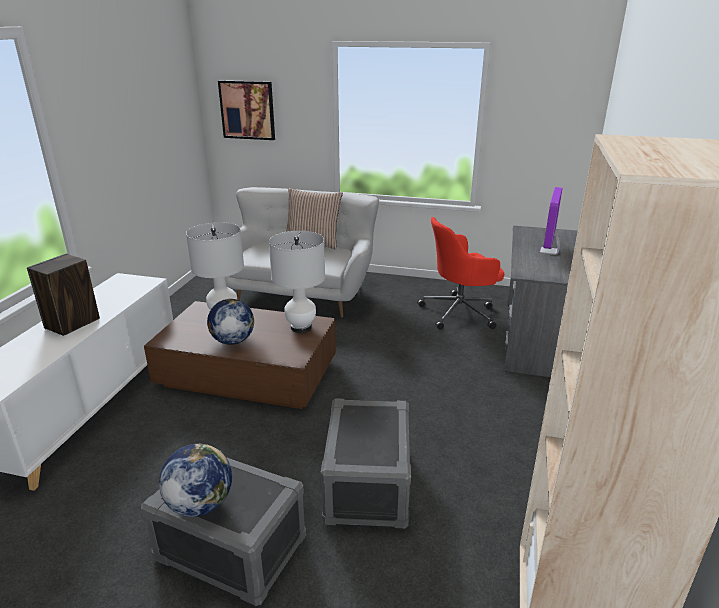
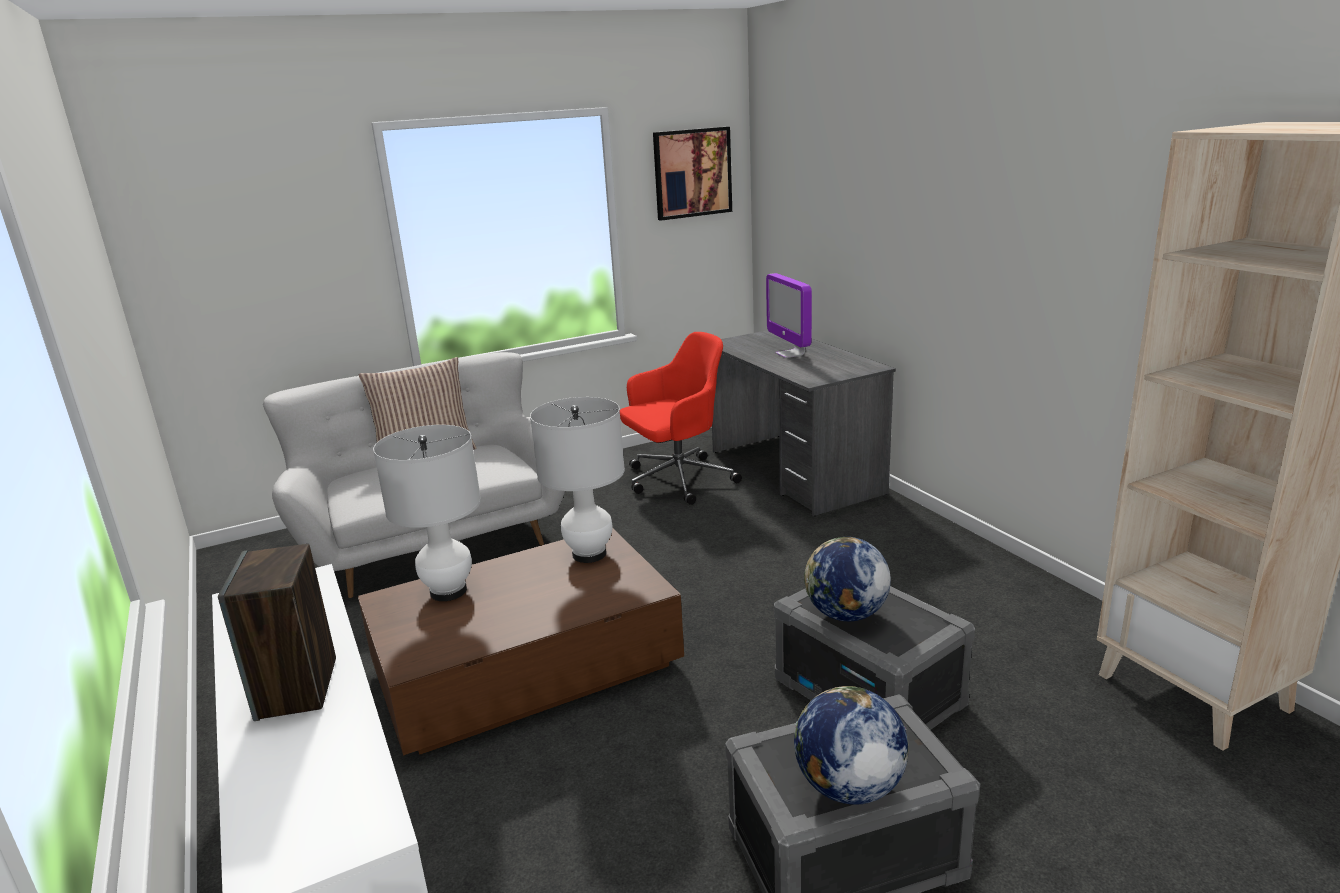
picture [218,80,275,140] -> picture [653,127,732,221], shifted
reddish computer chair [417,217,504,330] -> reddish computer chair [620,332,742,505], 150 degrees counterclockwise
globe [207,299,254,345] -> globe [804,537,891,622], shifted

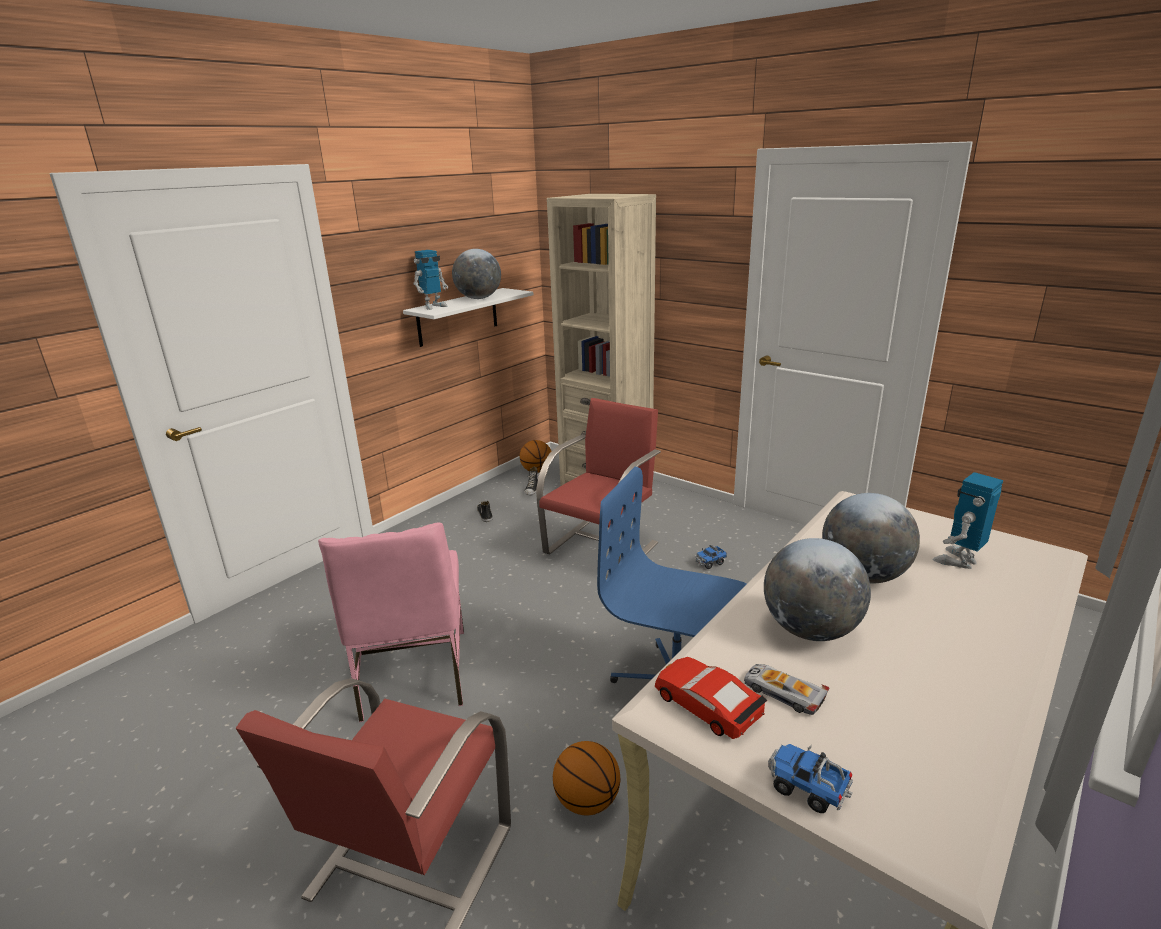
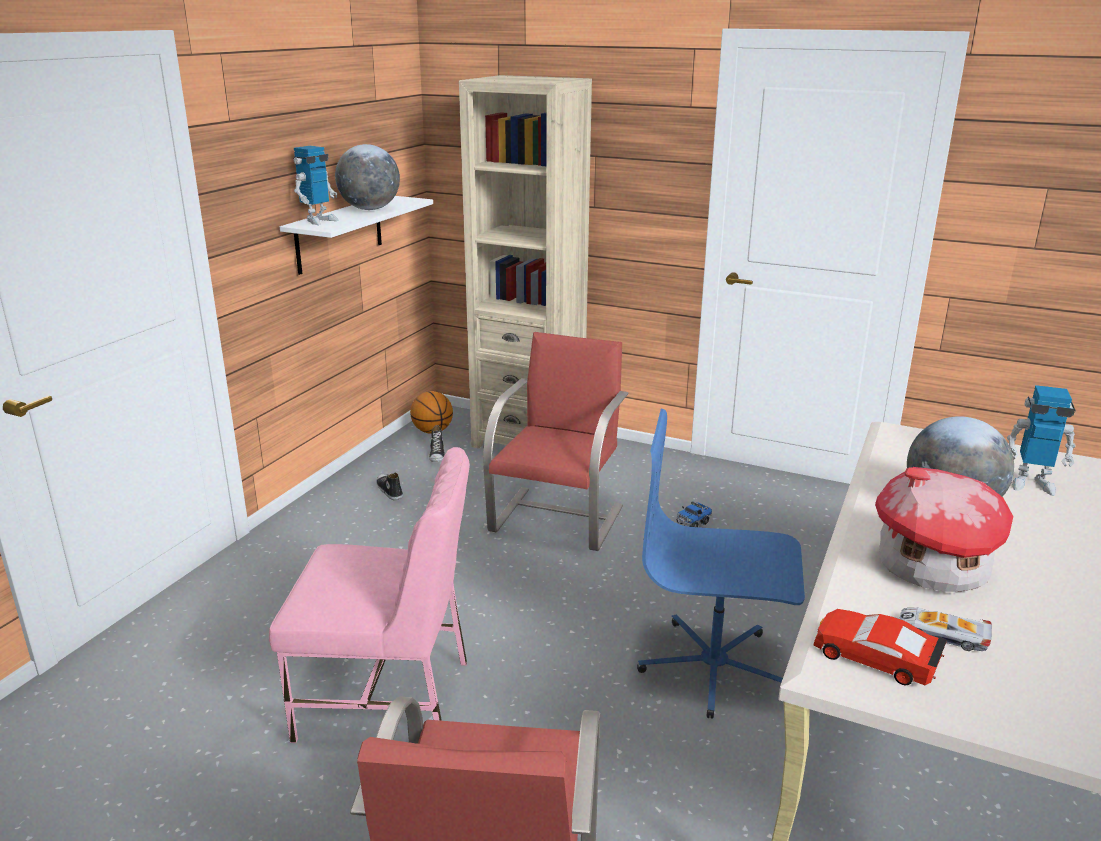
toy robot [933,472,1003,569] -> toy robot [1007,385,1075,496], 105 degrees counterclockwise
pink-coloured upright chair [318,522,464,722] -> pink-coloured upright chair [269,447,469,743], 60 degrees counterclockwise
globe [764,538,871,641] -> miniature house [875,467,1014,592]
basketball [553,741,620,815] -> none
toy truck [768,744,853,813] -> none

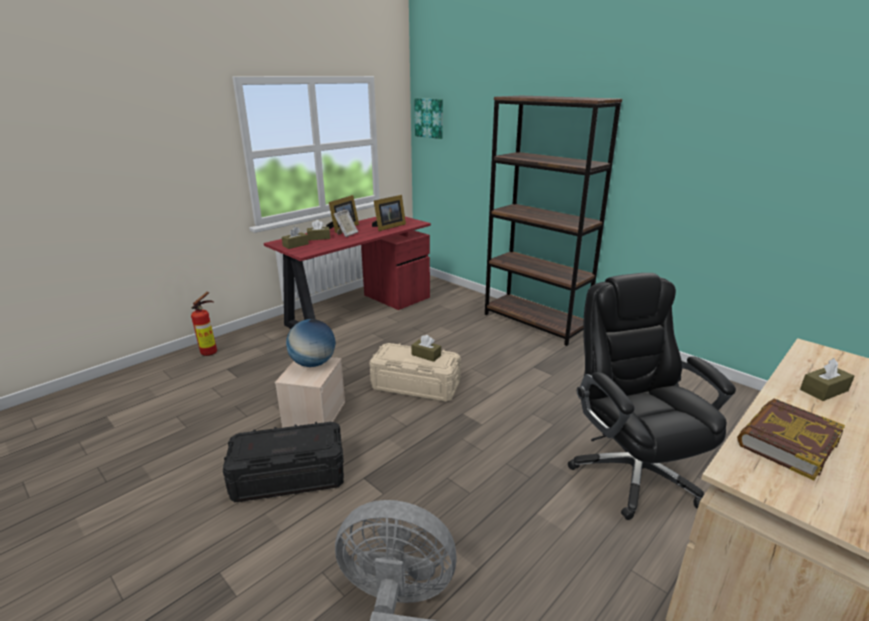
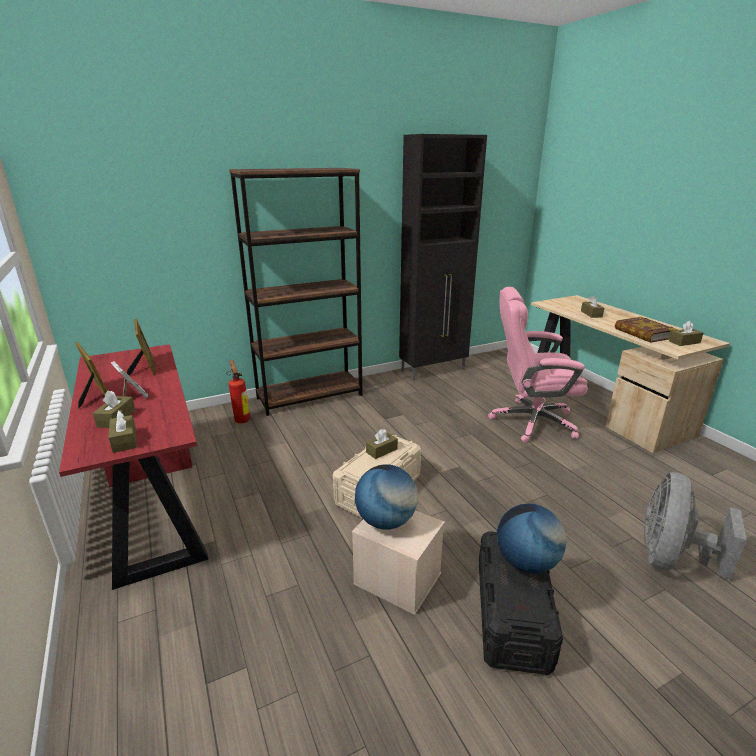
picture [414,98,443,139] -> none
blackish computer chair [568,273,736,520] -> pink-coloured computer chair [488,287,588,443]
fire-fighting cylinder [191,292,217,356] -> fire-fighting cylinder [226,360,250,423], shifted
none -> blackish storage cabinet [399,134,487,380]
none -> brown-coloured tissue holder [669,321,703,346]
none -> globe [497,503,567,574]

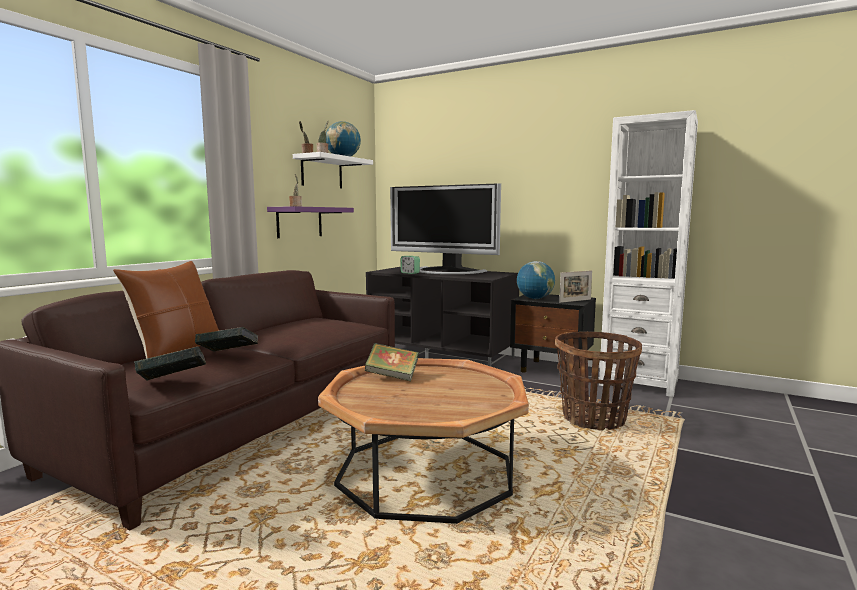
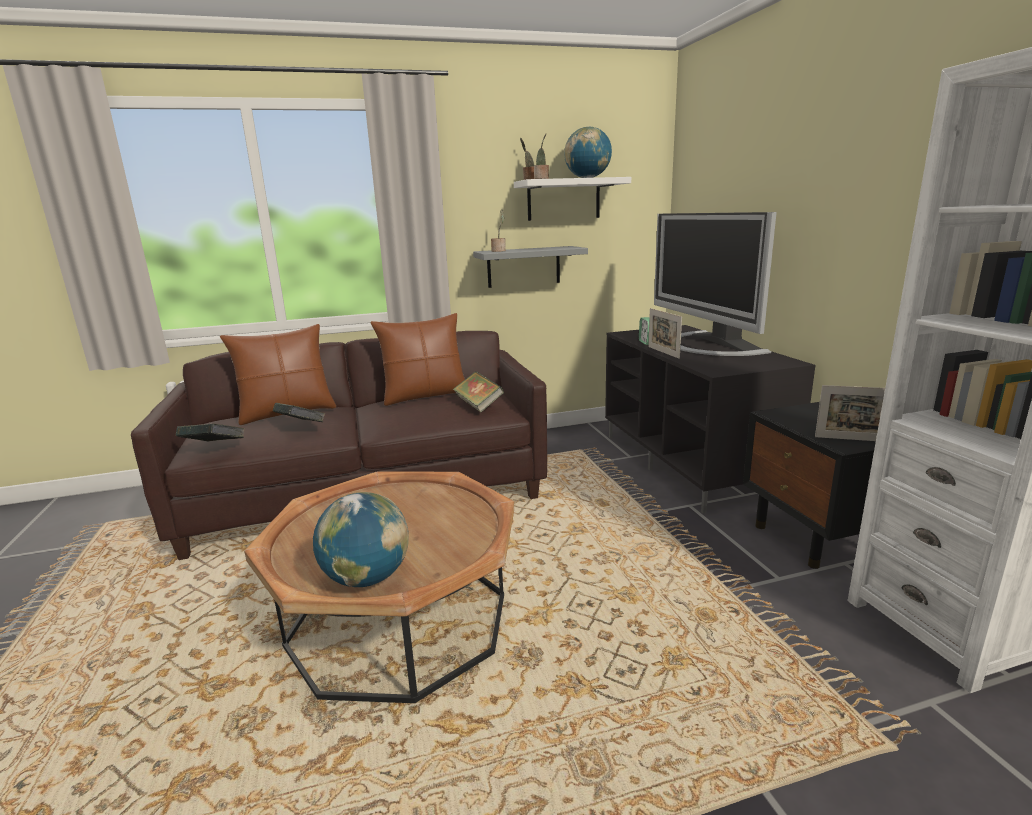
purple-coloured shelf [267,206,354,238] -> grey shelf [473,246,588,288]
globe [517,261,555,299] -> globe [313,492,409,587], shifted
basket [555,332,642,431] -> none
volume [365,343,419,381] -> volume [453,371,504,412], shifted
none -> standing frame [648,308,682,359]
none -> brown-coloured cushion [370,313,465,406]

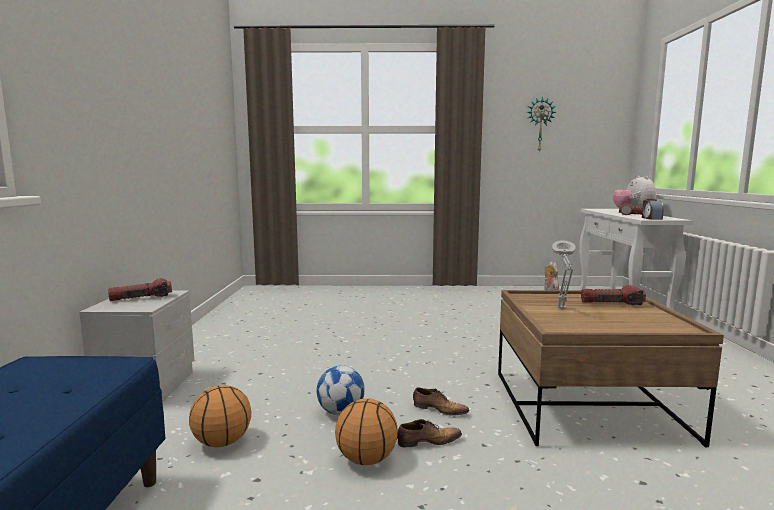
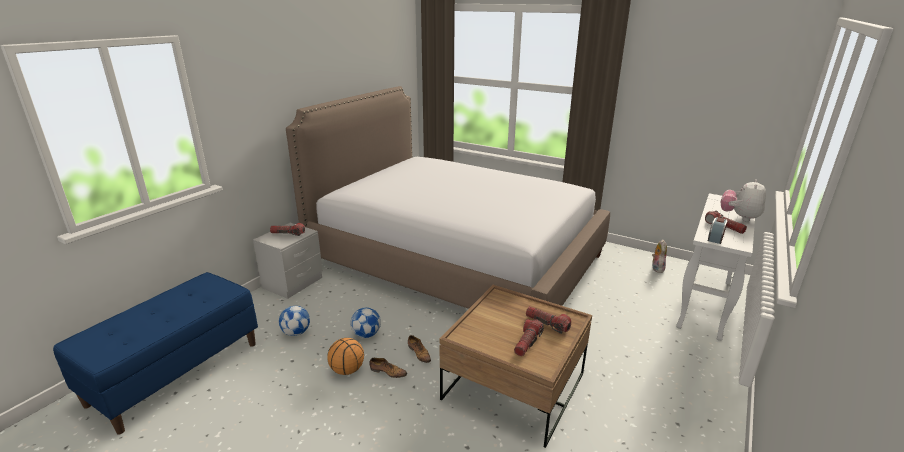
hanging clock [527,96,556,153] -> none
grey lamp for a table [551,240,576,309] -> none
basketball [189,385,251,447] -> football [279,306,310,336]
none -> bed [286,86,610,309]
none -> flashlight [514,319,544,356]

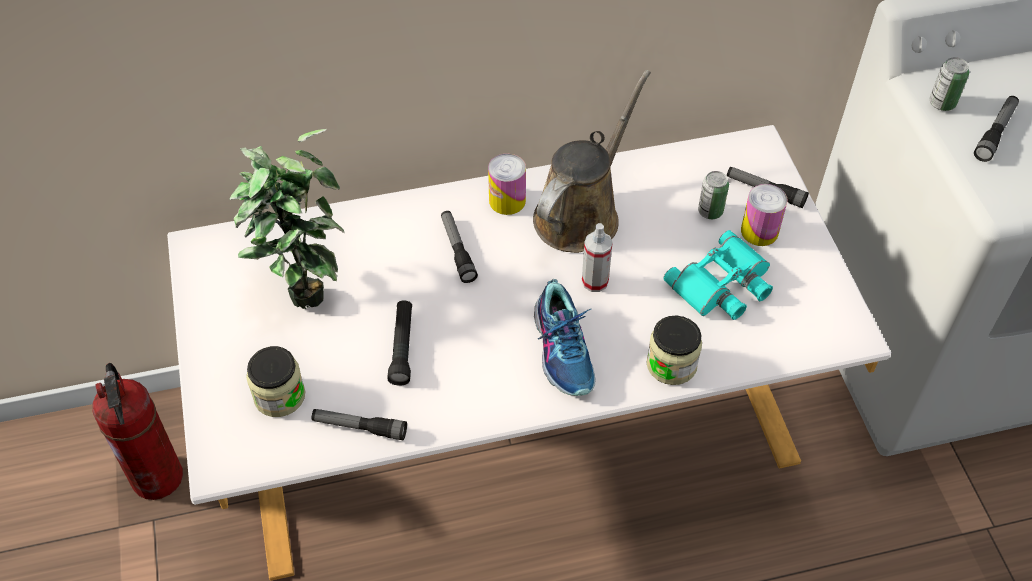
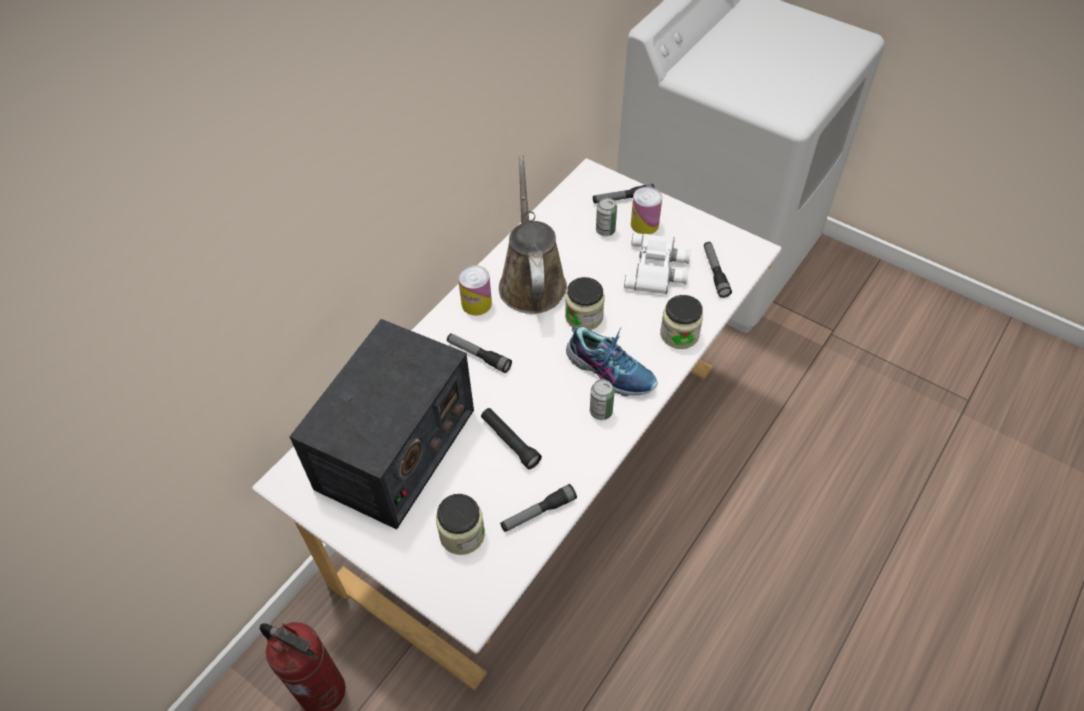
can [930,57,969,111] -> can [590,379,615,420], shifted
flashlight [974,96,1019,162] -> flashlight [704,242,732,298], shifted
potted plant [229,129,344,309] -> radio [289,319,474,530]
sprayer [582,223,613,292] -> jar [565,277,605,330]
blue-green pair of binoculars [663,230,773,320] -> whitish pair of binoculars [624,233,691,294]

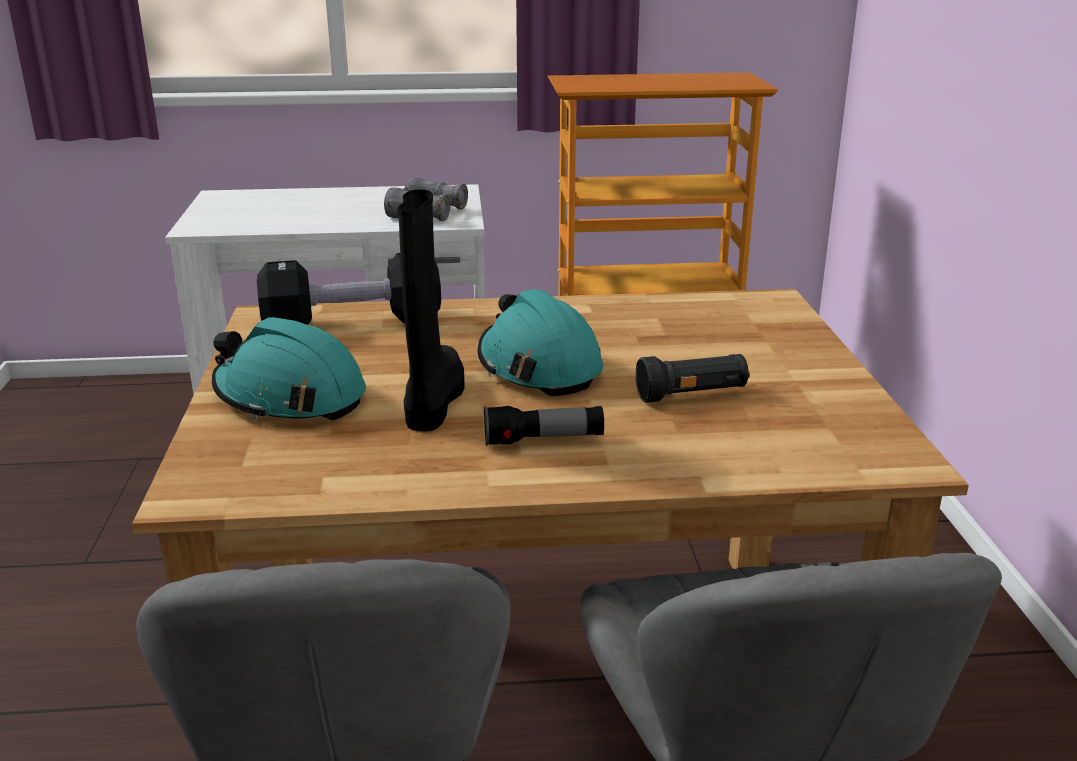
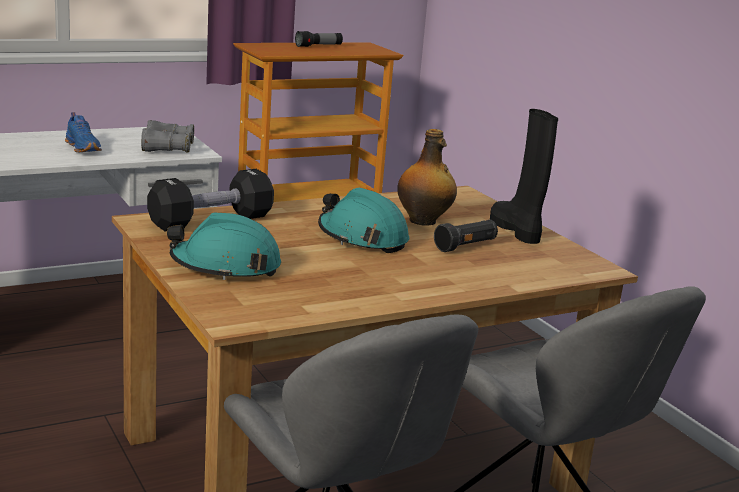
blackish tall boot [398,190,465,431] -> blackish tall boot [490,109,558,244], shifted
flashlight [484,406,604,446] -> flashlight [295,31,343,47], shifted
none -> blue-coloured shoe [65,112,102,152]
none -> bottle [397,129,457,226]

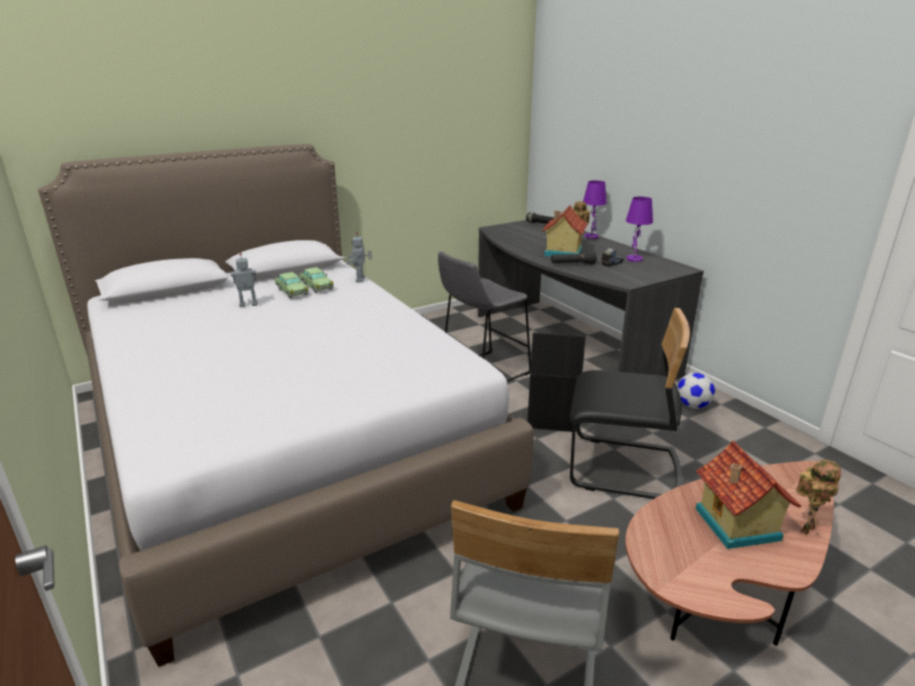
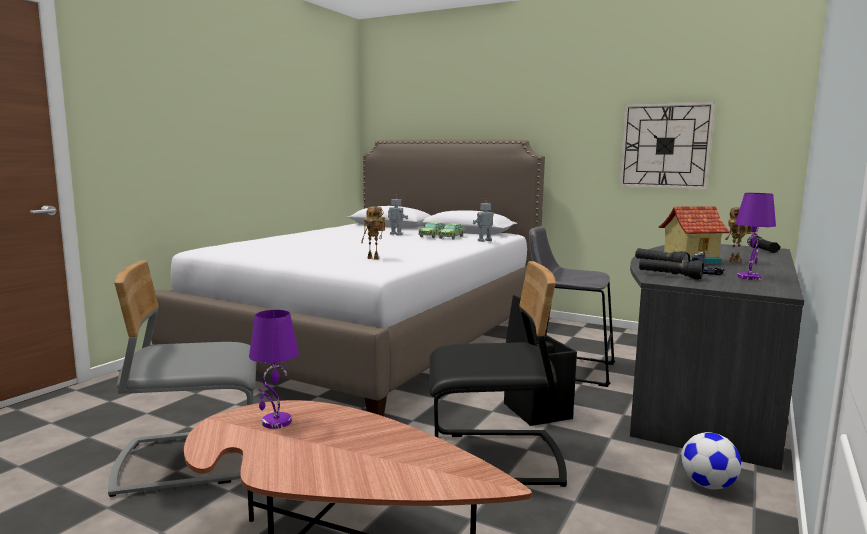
purple-coloured lamp for a table [583,180,607,239] -> purple-coloured lamp for a table [249,310,299,429], shifted
blackish upright chair [570,308,690,499] -> blackish upright chair [429,261,567,487], 75 degrees counterclockwise
miniature house [695,441,801,549] -> none
toy robot [796,459,841,535] -> toy robot [361,207,385,260], shifted
none -> hanging clock [619,102,715,190]
none -> blackish flashlight [639,258,704,280]

